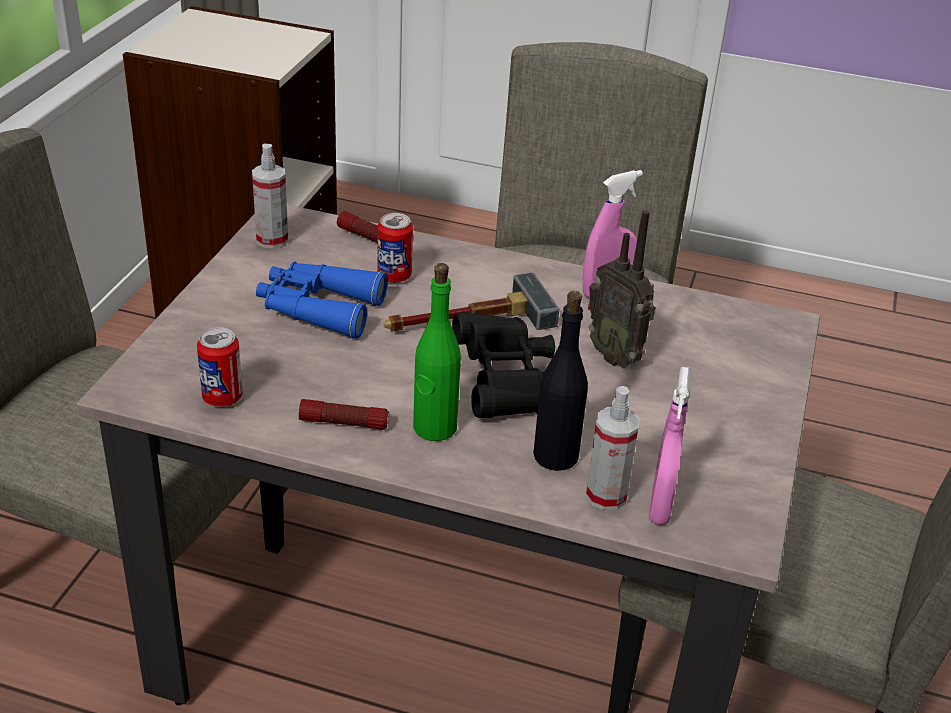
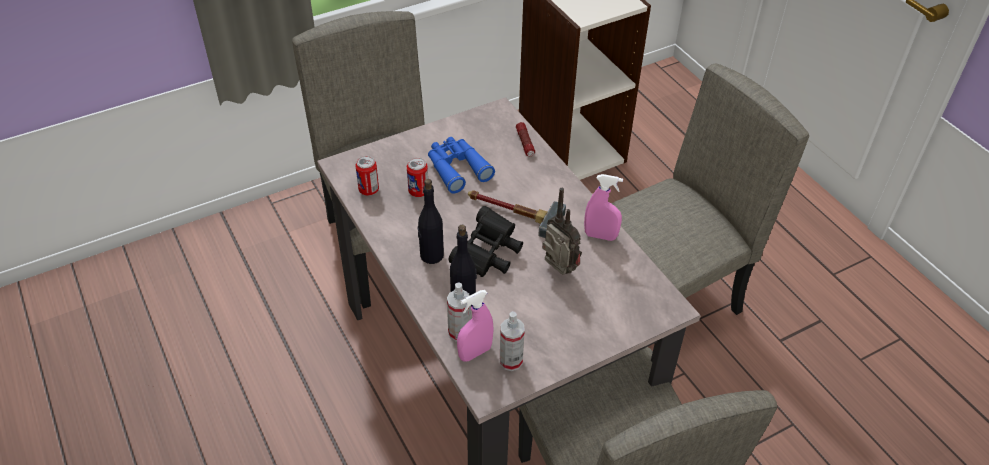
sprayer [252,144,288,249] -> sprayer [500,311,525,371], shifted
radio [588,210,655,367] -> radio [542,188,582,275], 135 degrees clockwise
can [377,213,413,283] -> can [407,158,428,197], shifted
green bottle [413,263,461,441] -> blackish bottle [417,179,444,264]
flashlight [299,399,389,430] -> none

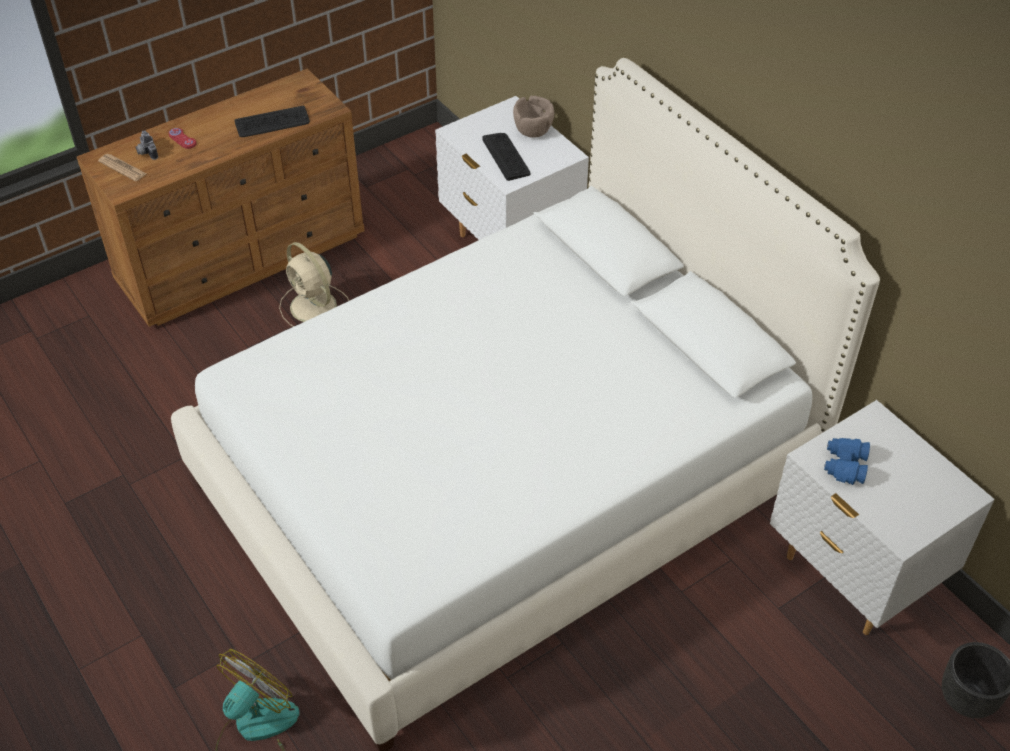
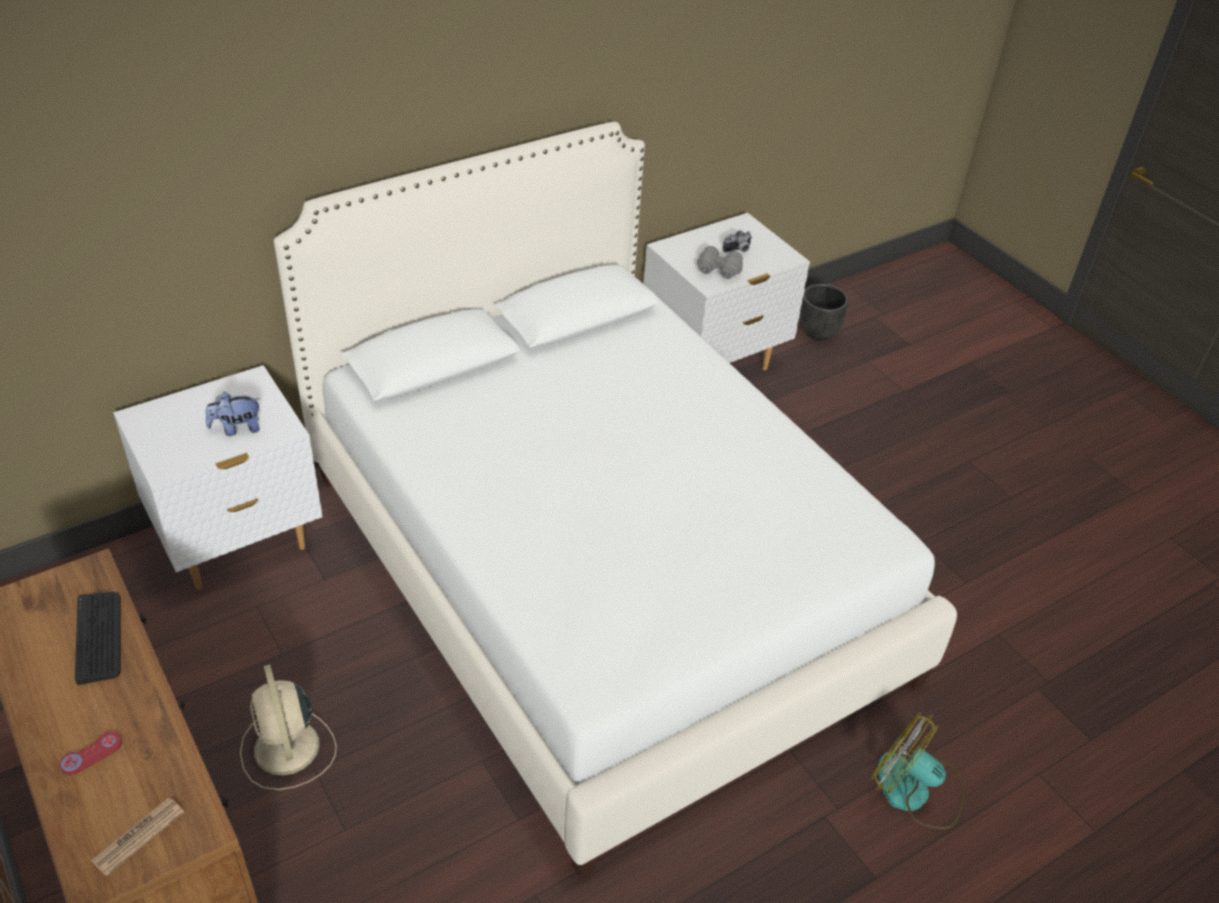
brown-coloured deep dish [513,96,554,138] -> none
still camera [136,130,158,160] -> still camera [723,230,751,252], shifted
computer keyboard [482,133,531,181] -> cuddly toy [206,392,261,436]
sand-coloured electric fan [279,242,349,327] -> sand-coloured electric fan [240,664,337,790], 105 degrees clockwise
blue-coloured pair of binoculars [824,438,870,485] -> grey pair of binoculars [697,246,743,279]

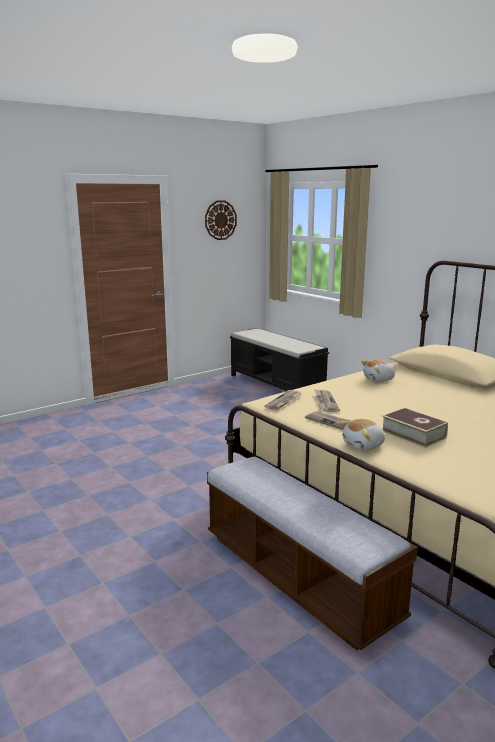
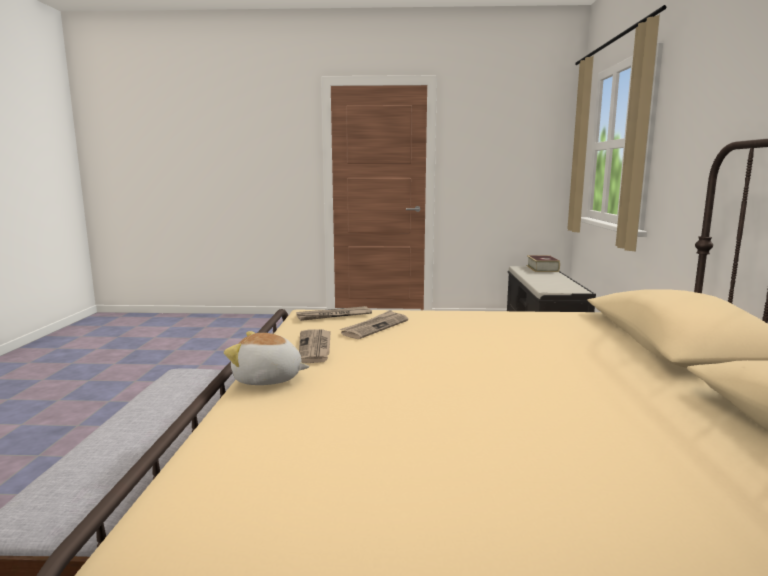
hanging clock [205,200,237,240] -> none
cuddly toy [361,360,396,382] -> none
volume [382,407,448,448] -> volume [526,255,560,272], shifted

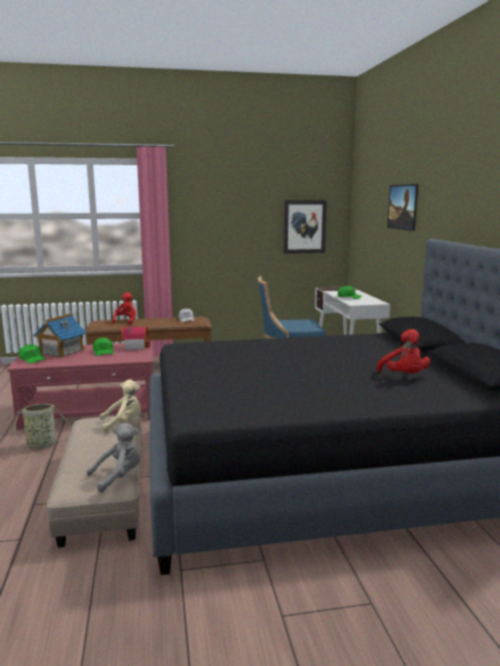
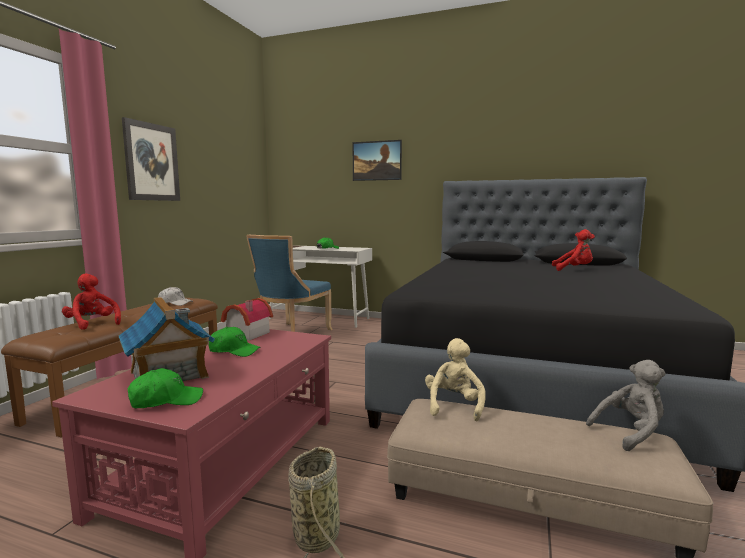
picture [283,200,327,254] -> picture [122,117,180,201], shifted
grey cuddly toy [87,423,140,493] -> grey cuddly toy [586,360,666,451], 75 degrees clockwise

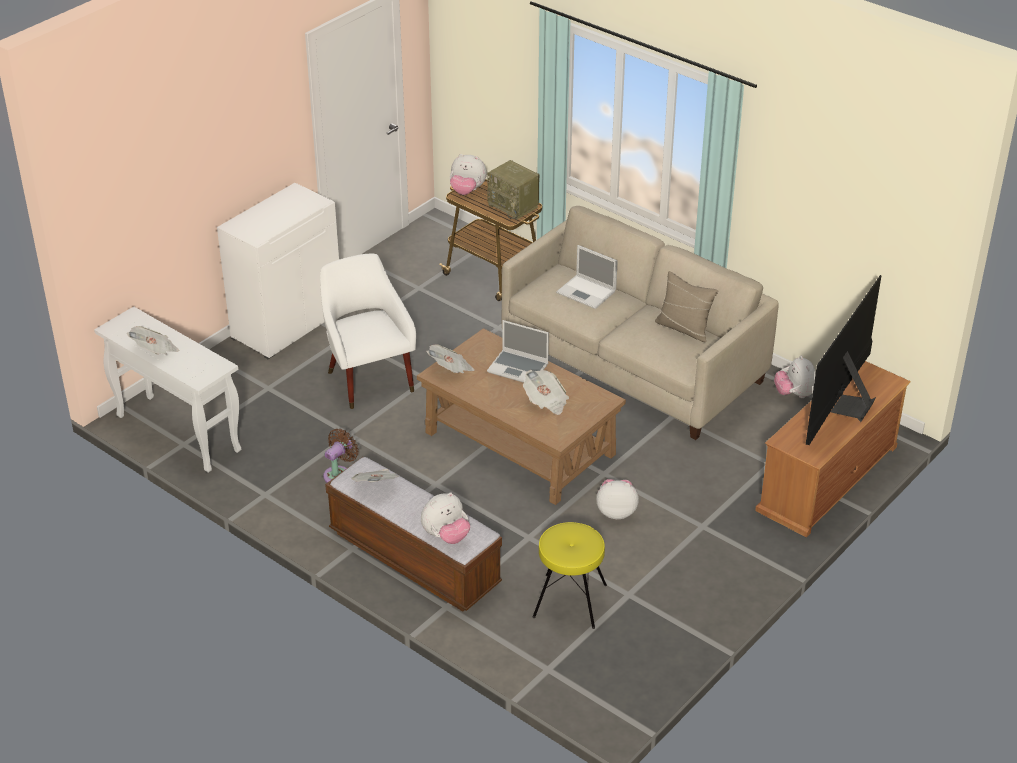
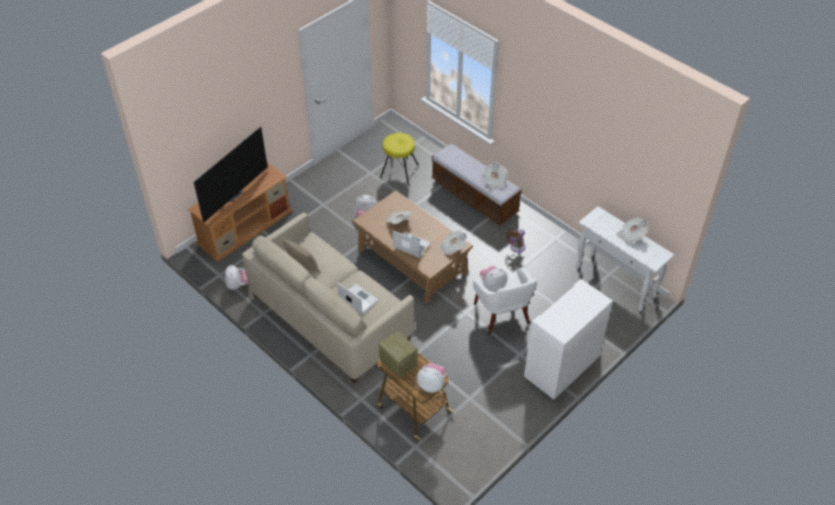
cuddly toy [421,492,470,544] -> cuddly toy [480,266,507,292], shifted

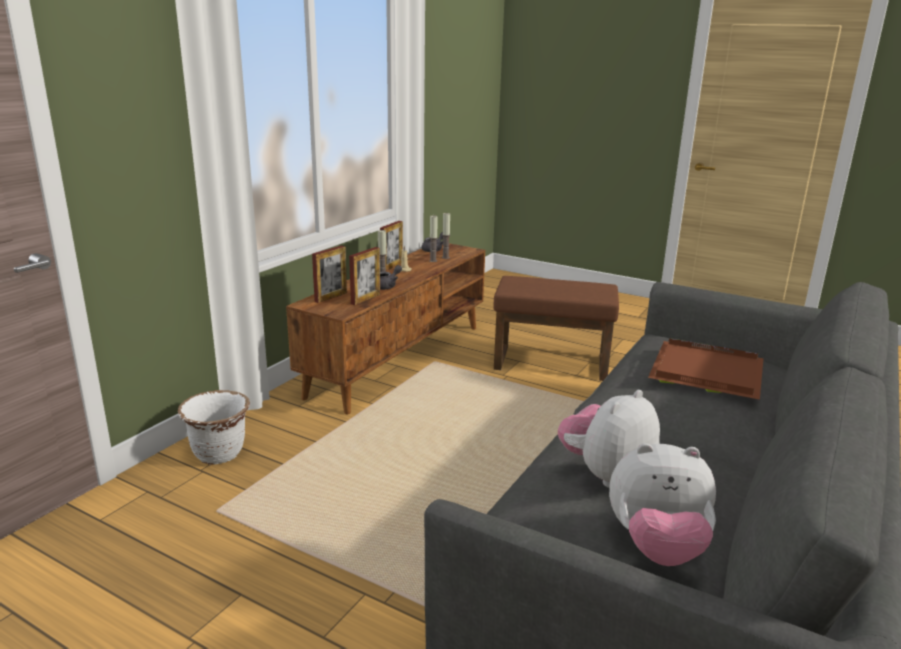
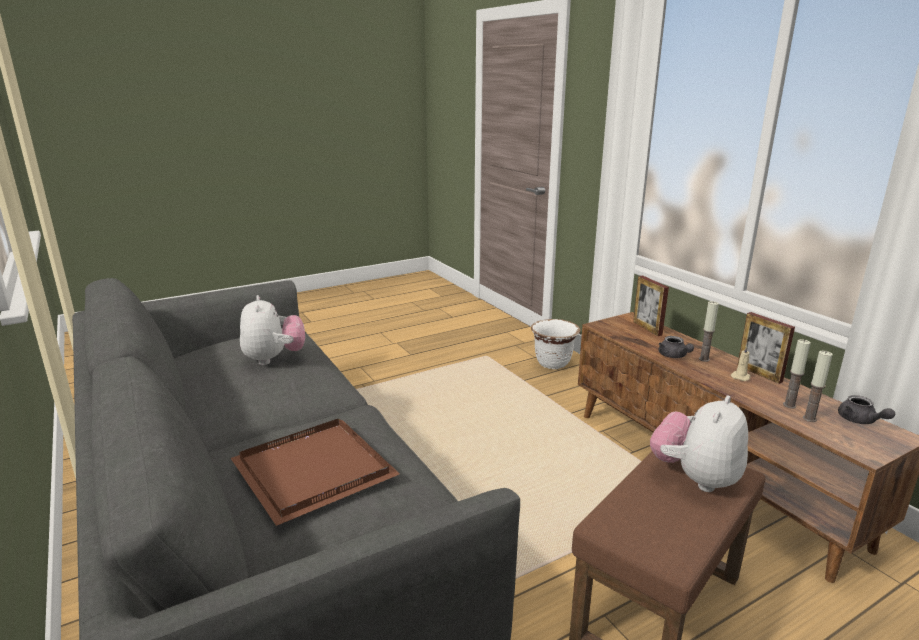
standing frame [349,247,380,305] -> none
cuddly toy [609,443,716,566] -> cuddly toy [650,396,748,492], shifted

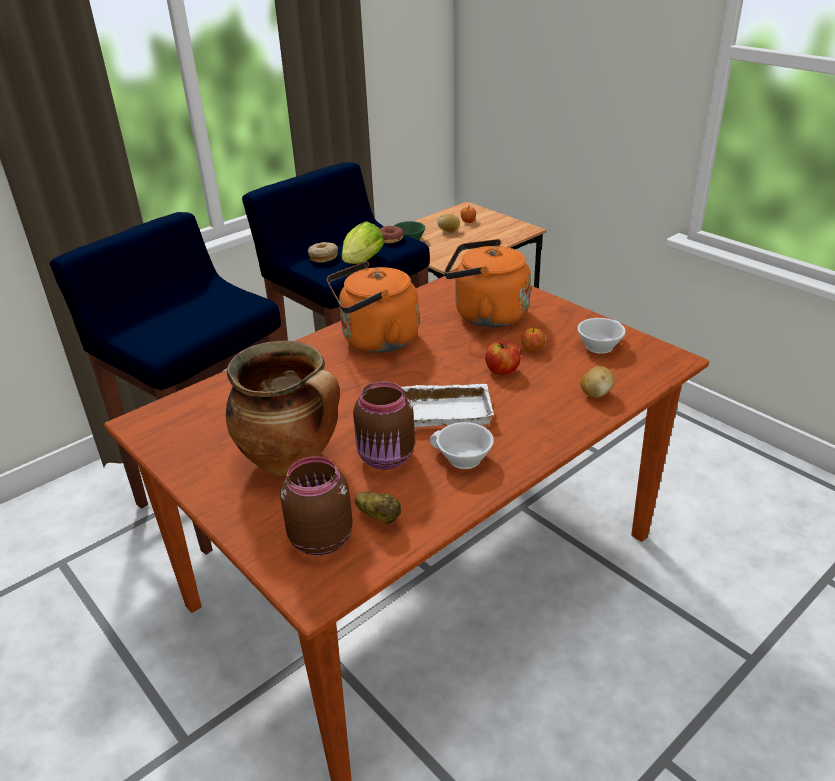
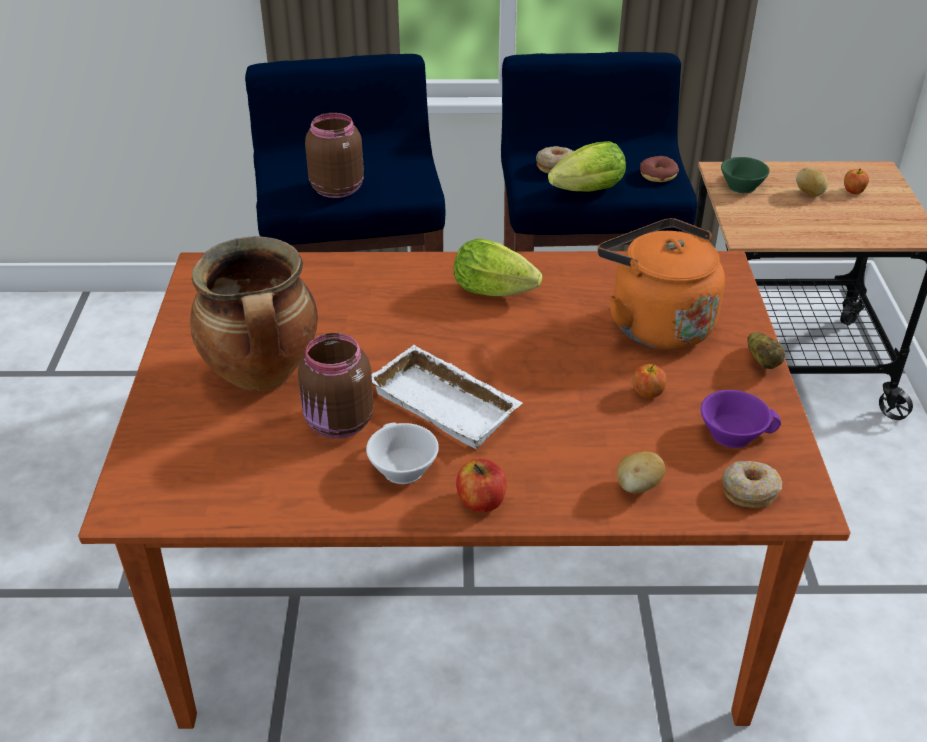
orangey kettle [327,261,419,353] -> lettuce [454,238,542,296]
whitish cup [577,318,626,354] -> purple-coloured cup [701,390,781,448]
apple fruit [485,341,521,375] -> apple fruit [456,458,506,512], shifted
brown-coloured jar [280,456,353,556] -> brown-coloured jar [305,113,364,198], shifted
potato [355,492,402,525] -> potato [747,332,785,369], shifted
none -> donut [722,461,782,508]

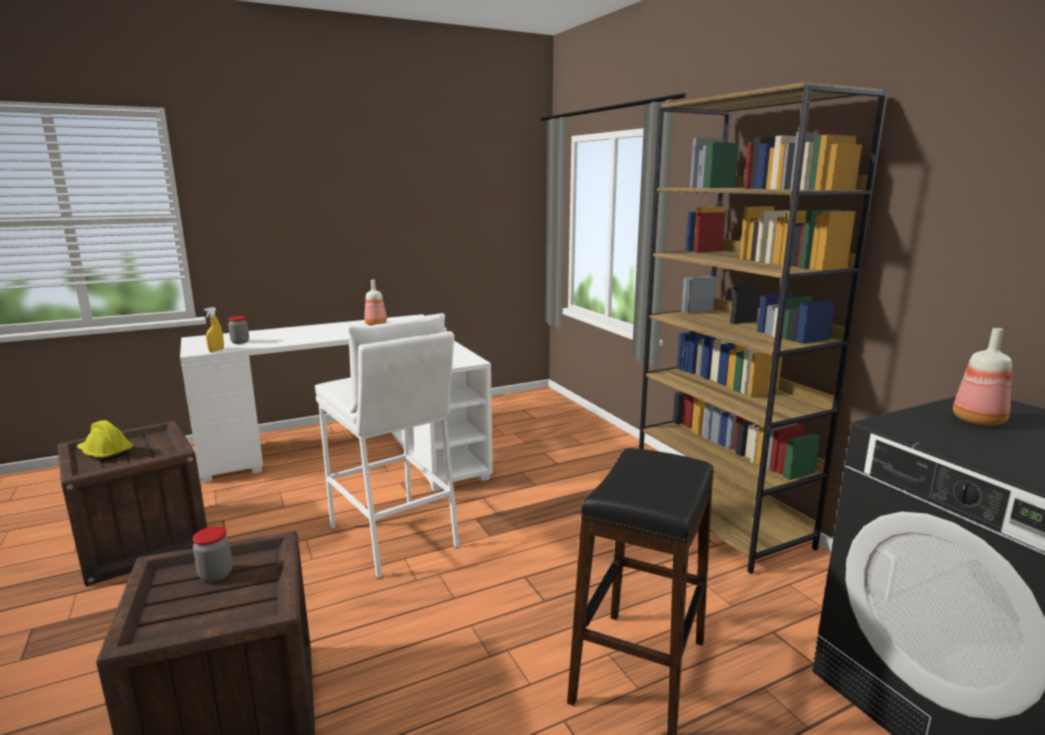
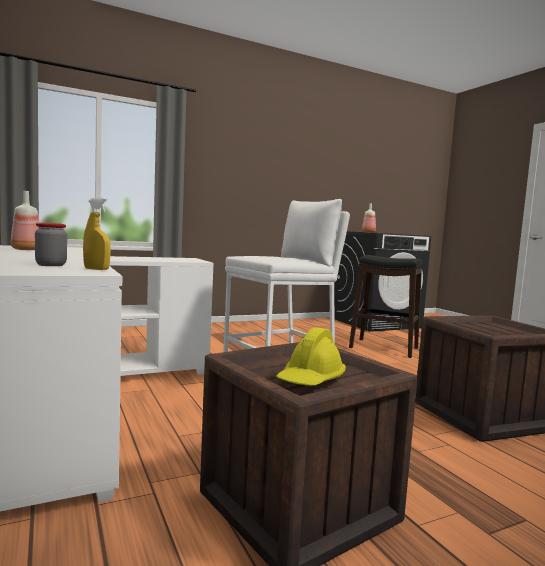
brown-coloured bookcase [639,82,888,574] -> none
jar [193,527,233,582] -> none

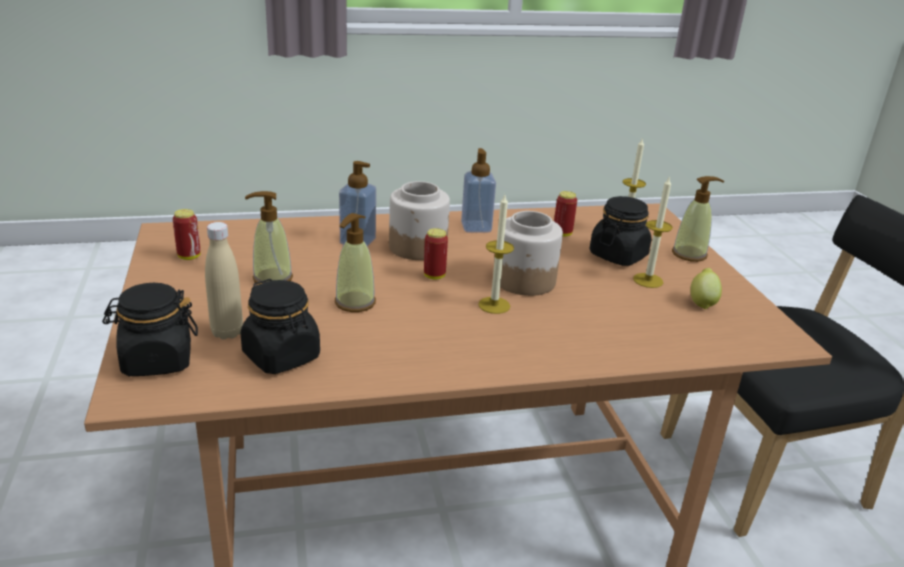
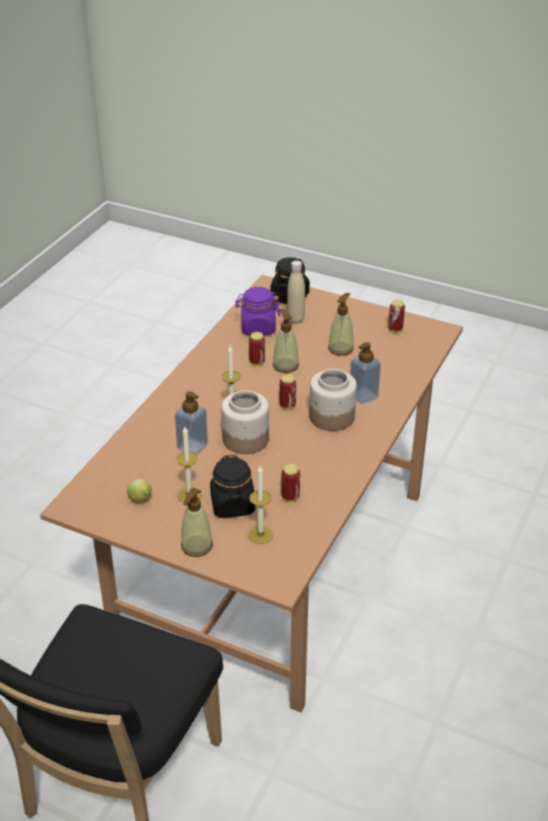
soap bottle [461,148,496,233] -> soap bottle [175,391,208,455], shifted
blackish jar [241,279,320,374] -> purple-coloured jar [235,287,281,335]
none -> can [249,332,265,366]

